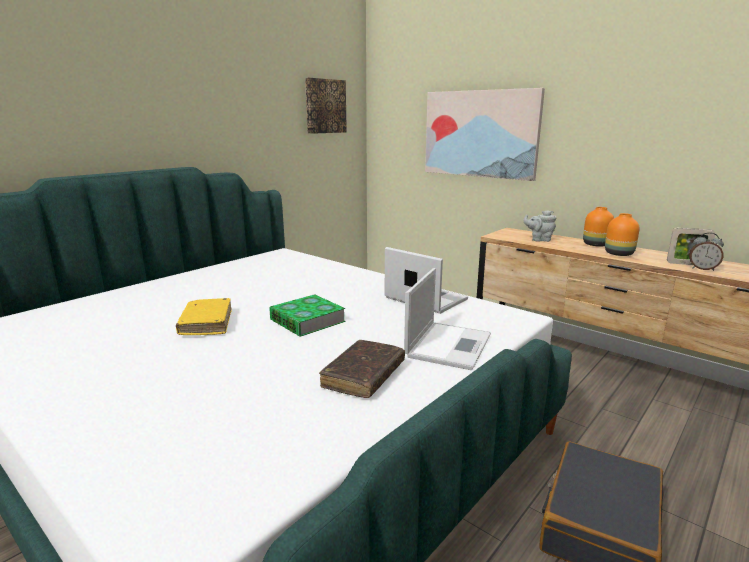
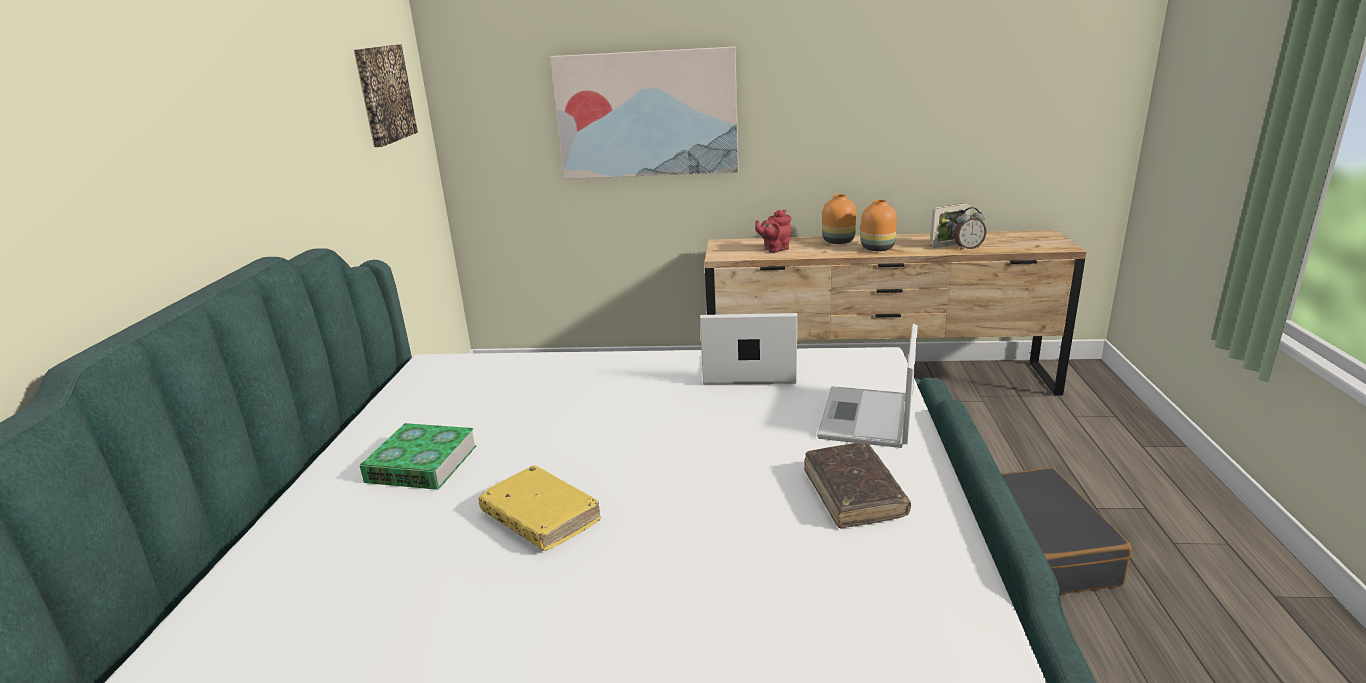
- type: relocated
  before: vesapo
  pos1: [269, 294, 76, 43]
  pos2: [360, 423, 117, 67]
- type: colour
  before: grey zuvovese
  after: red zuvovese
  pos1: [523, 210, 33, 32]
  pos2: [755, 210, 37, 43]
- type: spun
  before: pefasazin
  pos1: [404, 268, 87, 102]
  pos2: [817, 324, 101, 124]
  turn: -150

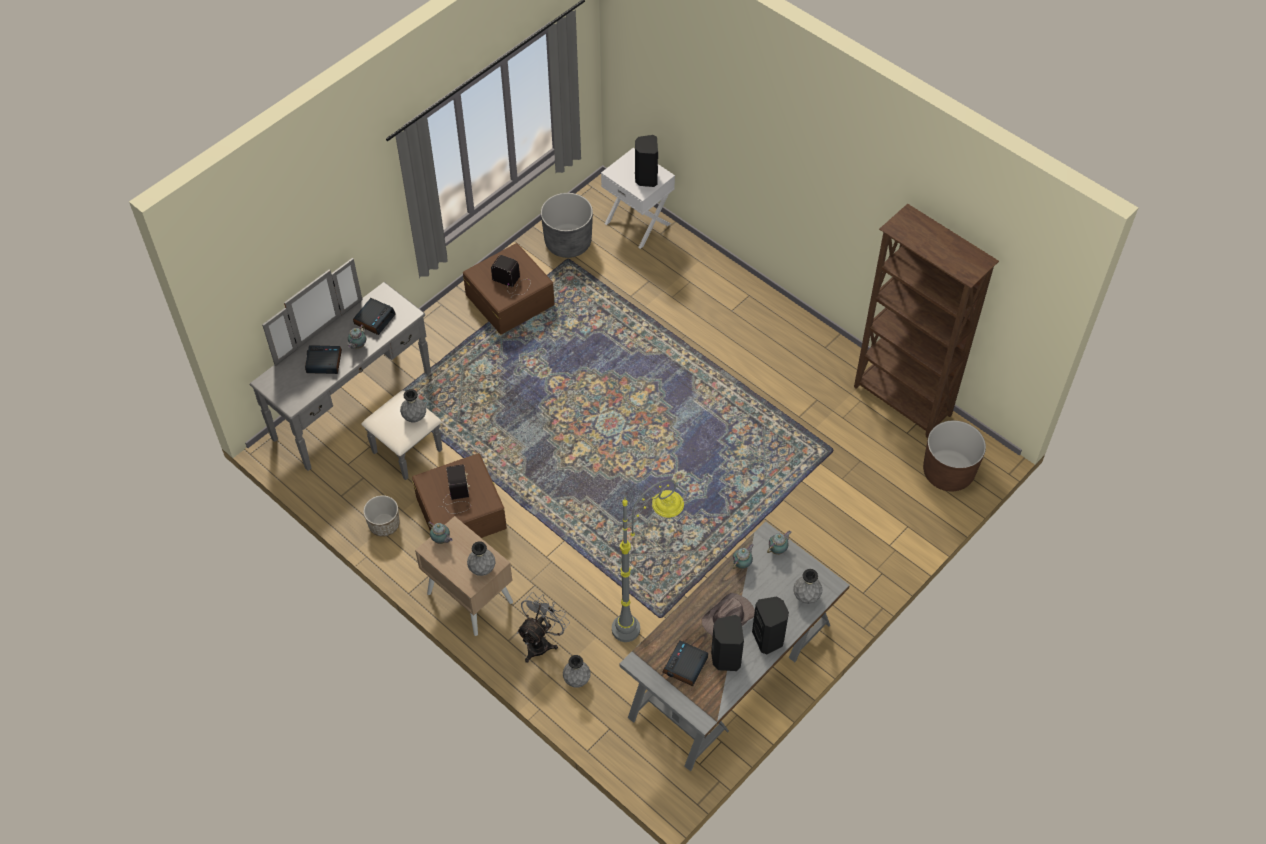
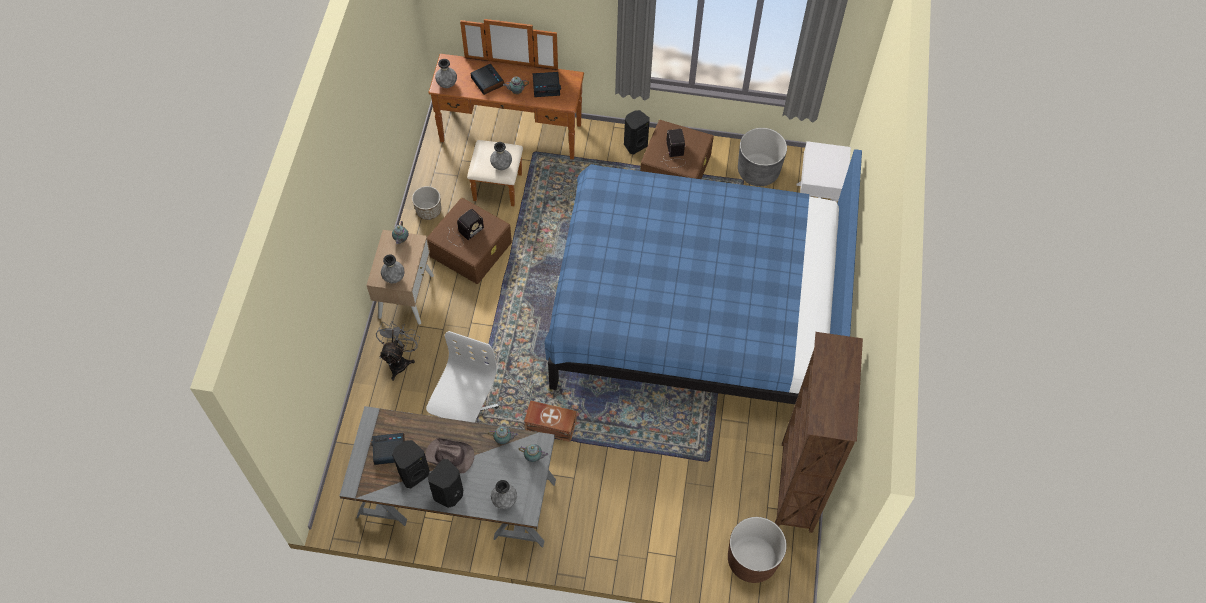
- type: spun
  before: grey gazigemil
  pos1: [517, 592, 53, 71]
  pos2: [376, 322, 44, 59]
  turn: -75
- type: exchanged
  before: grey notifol
  after: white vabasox
  pos1: [612, 479, 72, 163]
  pos2: [426, 331, 73, 92]
- type: colour
  before: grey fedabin
  after: brown fedabin
  pos1: [249, 258, 193, 222]
  pos2: [429, 19, 155, 187]
- type: relocated
  before: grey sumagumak
  pos1: [563, 655, 27, 33]
  pos2: [435, 59, 22, 29]
- type: appeared
  after: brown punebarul
  pos2: [524, 400, 53, 42]
- type: appeared
  after: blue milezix
  pos2: [544, 149, 318, 255]
- type: relocated
  before: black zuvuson
  pos1: [635, 135, 23, 52]
  pos2: [624, 110, 26, 44]

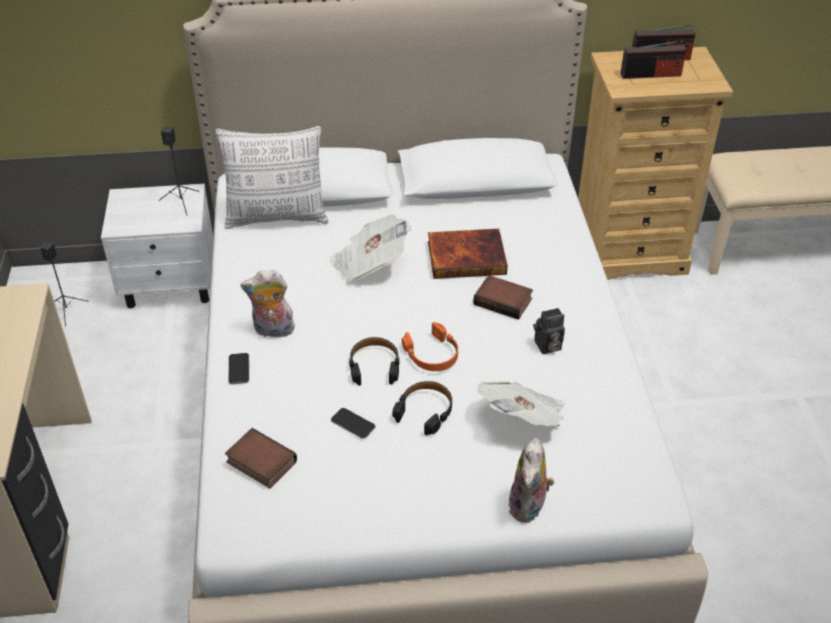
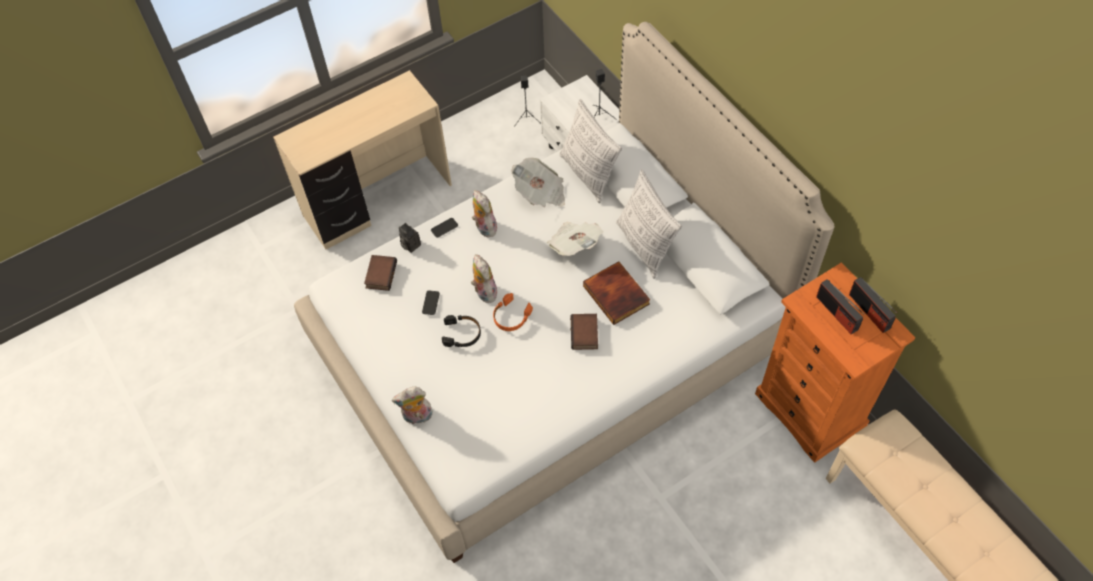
- type: relocated
  before: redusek
  pos1: [533, 308, 32, 46]
  pos2: [399, 223, 22, 30]
- type: exchanged
  before: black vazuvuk
  after: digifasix
  pos1: [349, 337, 51, 49]
  pos2: [471, 254, 26, 49]
- type: relocated
  before: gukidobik
  pos1: [478, 381, 87, 46]
  pos2: [511, 158, 54, 49]
- type: appeared
  after: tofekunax
  pos2: [616, 169, 66, 110]
- type: colour
  before: beige fedabin
  after: orange fedabin
  pos1: [578, 47, 155, 233]
  pos2: [755, 262, 161, 201]

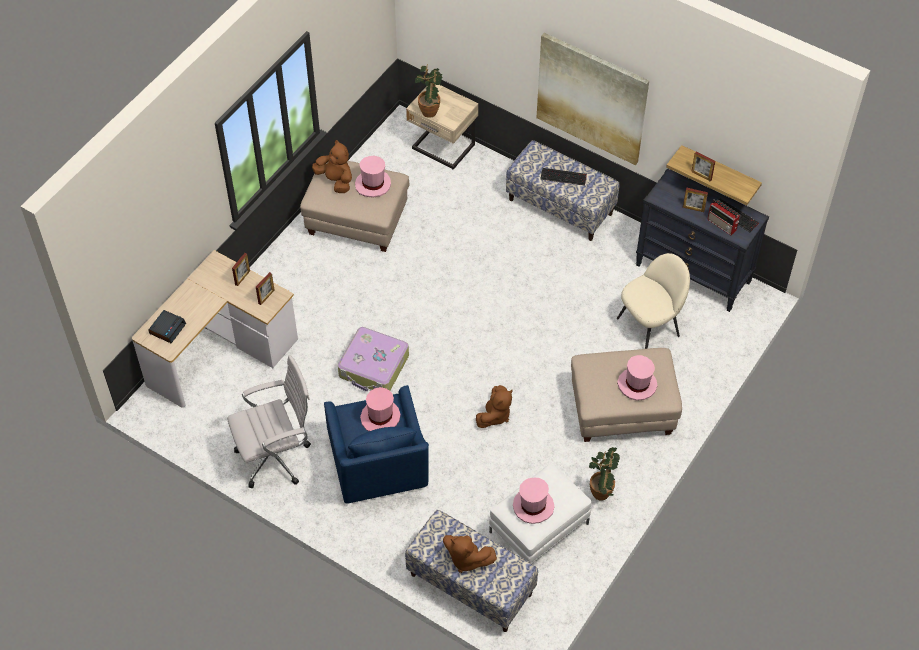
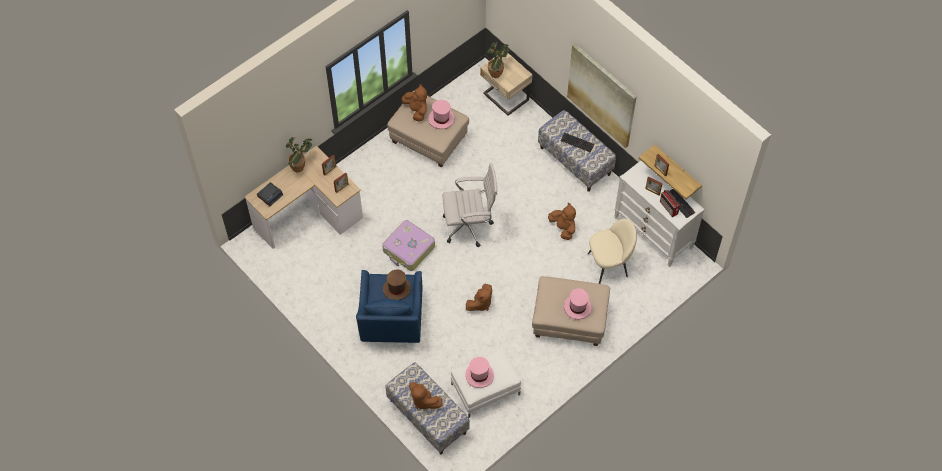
- type: relocated
  before: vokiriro
  pos1: [589, 447, 31, 54]
  pos2: [286, 137, 27, 35]
- type: colour
  before: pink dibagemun
  after: brown dibagemun
  pos1: [360, 387, 41, 44]
  pos2: [383, 270, 28, 30]
- type: relocated
  before: white vabasox
  pos1: [227, 355, 84, 133]
  pos2: [443, 163, 54, 84]
- type: appeared
  after: brown digifasix
  pos2: [548, 203, 28, 37]
- type: colour
  before: black fedabin
  after: white fedabin
  pos1: [636, 168, 133, 144]
  pos2: [614, 161, 91, 106]

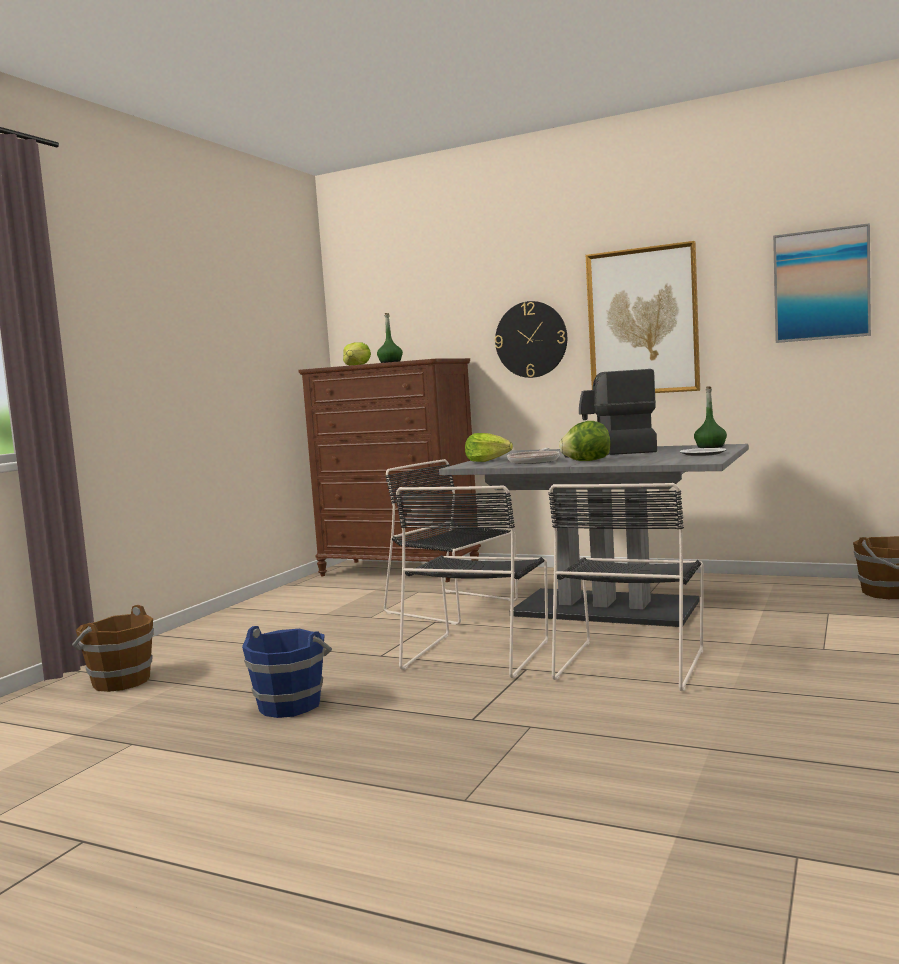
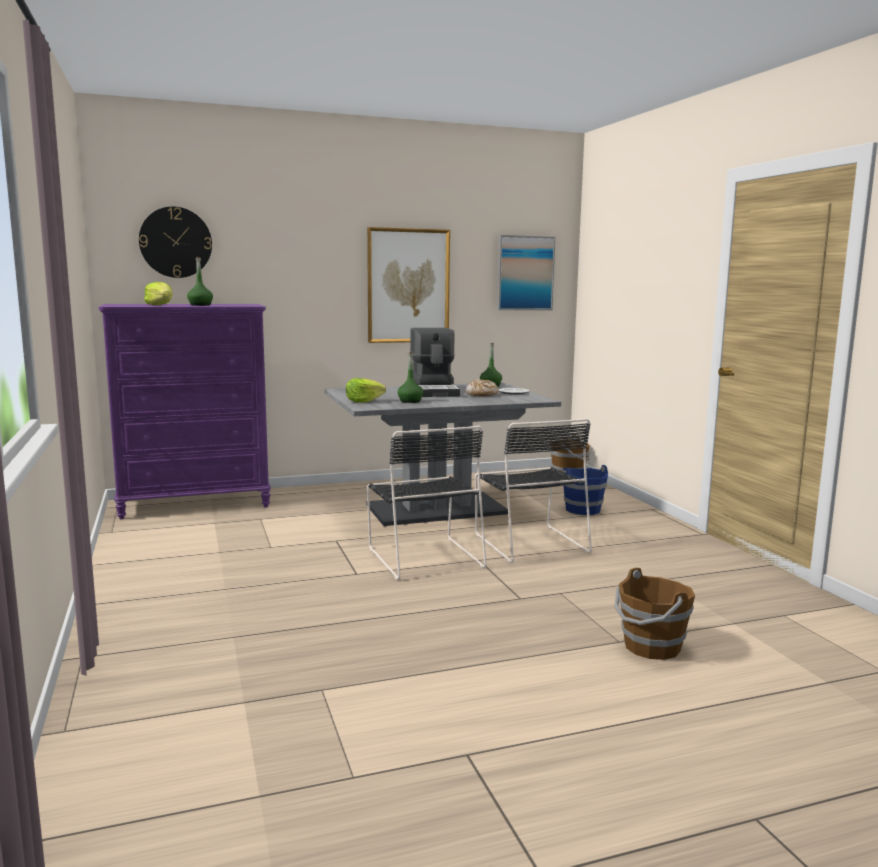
- type: colour
  before: brown fedabin
  after: purple fedabin
  pos1: [299, 358, 182, 224]
  pos2: [98, 304, 173, 215]
- type: relocated
  before: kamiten
  pos1: [495, 301, 72, 77]
  pos2: [139, 206, 73, 72]
- type: exchanged
  before: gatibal
  after: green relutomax
  pos1: [507, 448, 53, 16]
  pos2: [398, 352, 25, 51]
- type: spun
  before: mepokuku
  pos1: [564, 369, 93, 89]
  pos2: [410, 328, 50, 69]
  turn: -60
- type: appeared
  after: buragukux
  pos2: [465, 380, 33, 16]
- type: relocated
  before: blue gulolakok
  pos1: [242, 626, 90, 92]
  pos2: [562, 465, 46, 50]
- type: relocated
  before: brown gulolakok
  pos1: [72, 605, 82, 87]
  pos2: [615, 567, 80, 93]
- type: missing
  before: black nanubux
  pos1: [384, 459, 134, 166]
- type: missing
  before: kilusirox
  pos1: [559, 421, 52, 40]

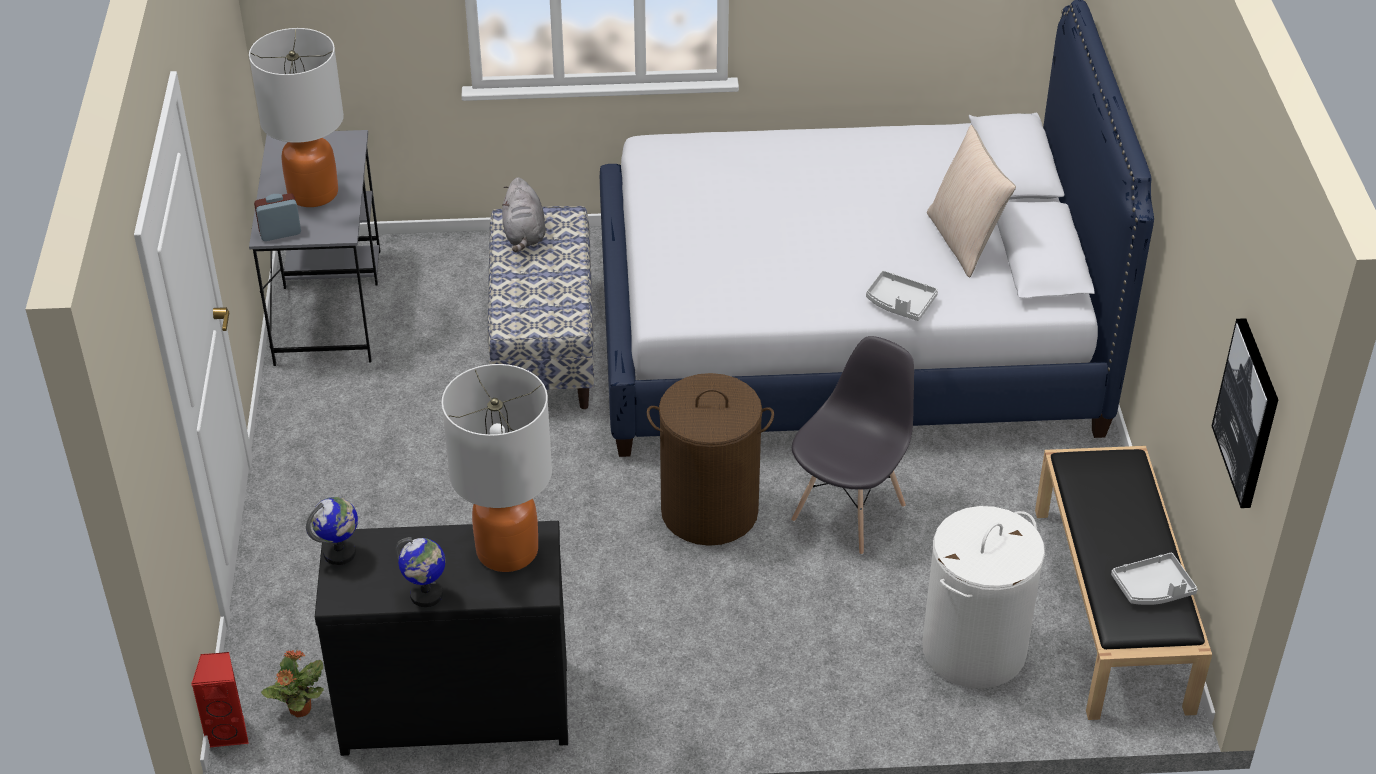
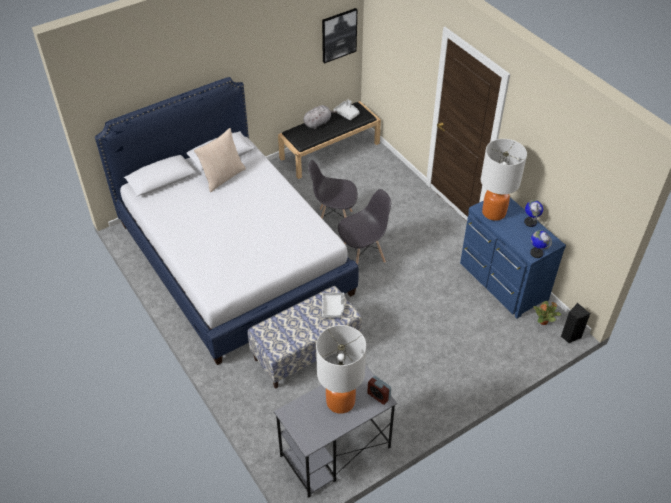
- type: relocated
  before: grey digifasix
  pos1: [502, 177, 44, 75]
  pos2: [303, 105, 34, 24]
- type: relocated
  before: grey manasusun
  pos1: [866, 270, 72, 51]
  pos2: [322, 293, 23, 25]
- type: exchanged
  before: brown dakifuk
  after: grey nanubux
  pos1: [647, 373, 127, 173]
  pos2: [338, 189, 53, 76]
- type: colour
  before: black fedabin
  after: blue fedabin
  pos1: [315, 521, 253, 235]
  pos2: [460, 198, 106, 120]
- type: colour
  before: red zuvuson
  after: black zuvuson
  pos1: [191, 652, 58, 95]
  pos2: [561, 303, 29, 40]
- type: missing
  before: white dakifuk
  pos1: [922, 506, 123, 182]

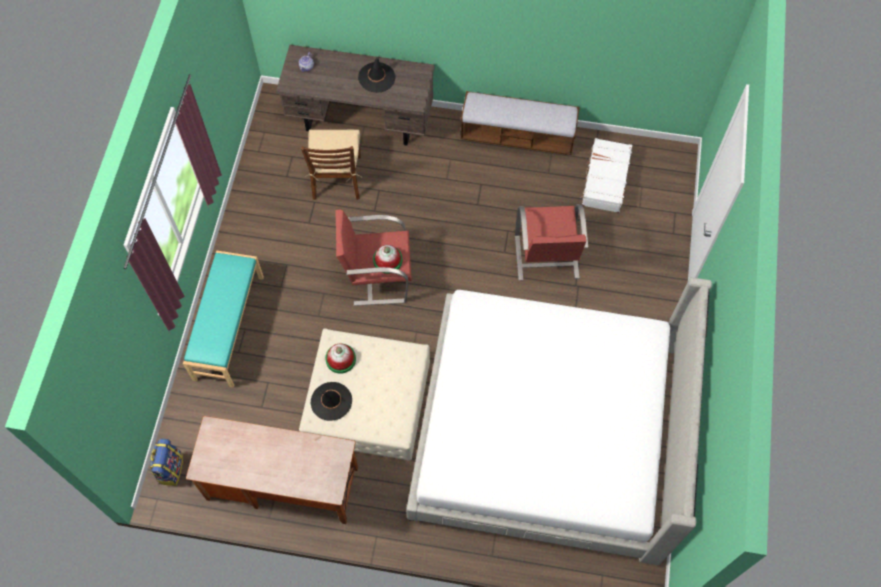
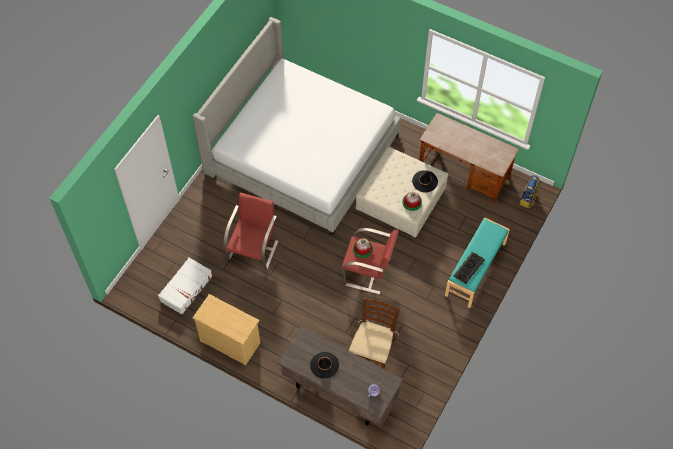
- type: exchanged
  before: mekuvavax
  after: beige fedabin
  pos1: [460, 91, 120, 64]
  pos2: [193, 294, 67, 71]
- type: appeared
  after: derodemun
  pos2: [453, 252, 32, 32]

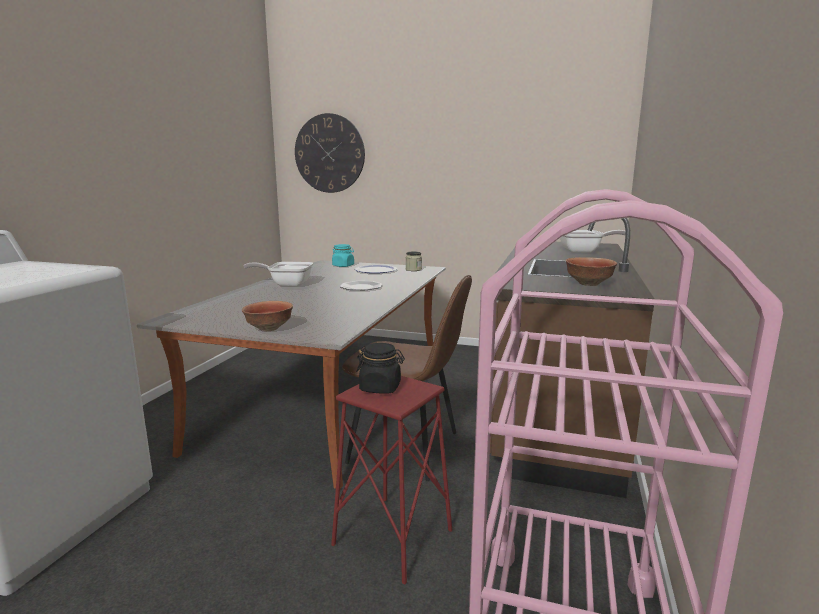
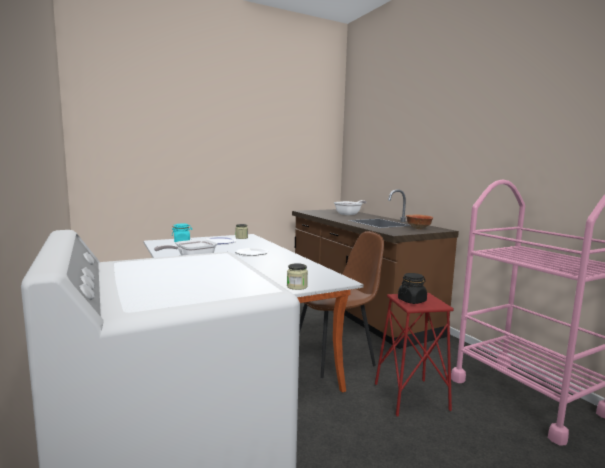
- type: exchanged
  before: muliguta
  after: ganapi
  pos1: [242, 301, 51, 30]
  pos2: [287, 263, 21, 27]
- type: missing
  before: kamiten
  pos1: [295, 113, 70, 80]

